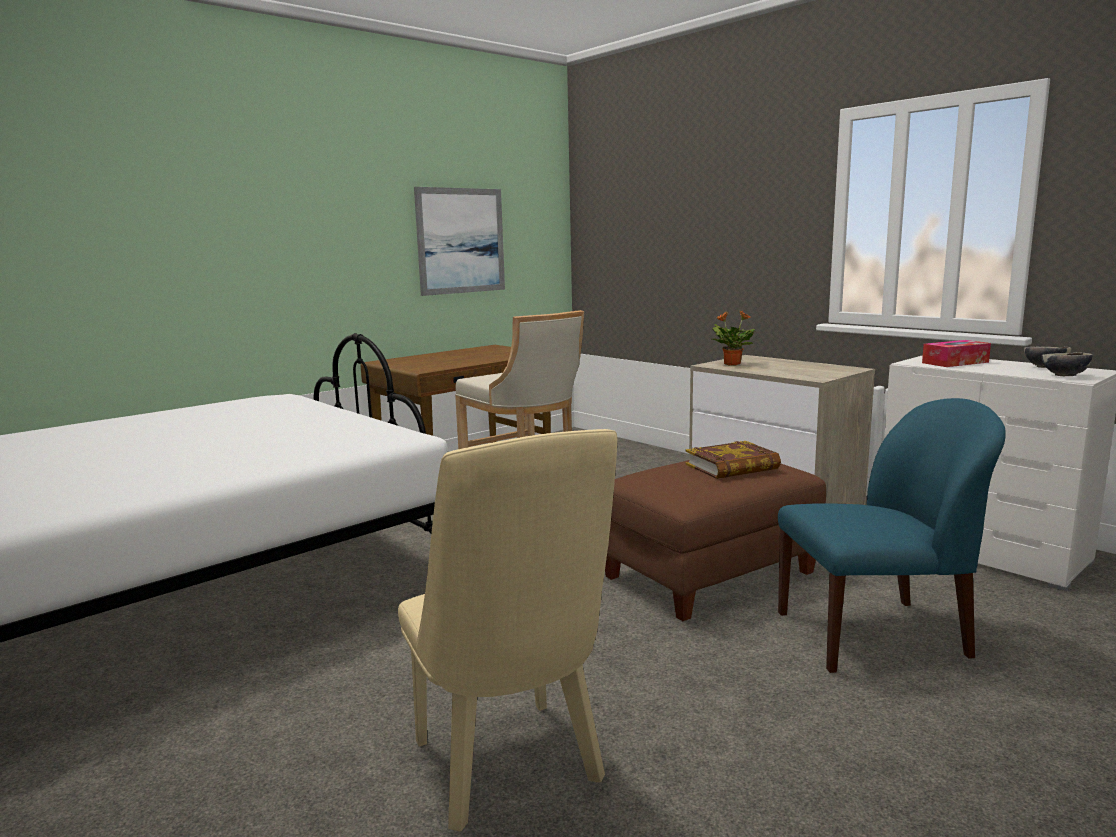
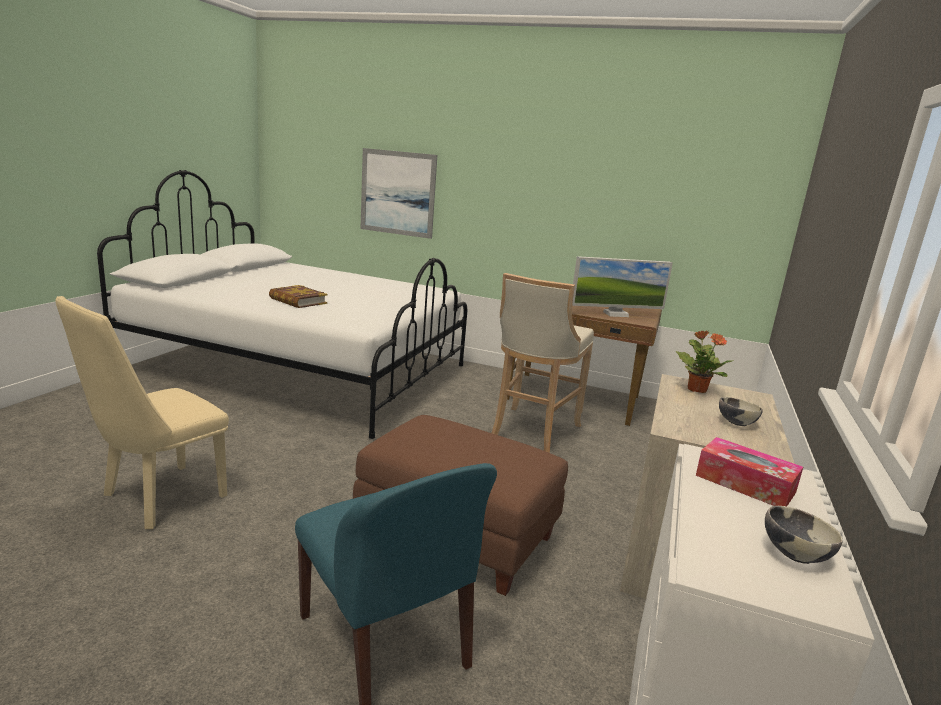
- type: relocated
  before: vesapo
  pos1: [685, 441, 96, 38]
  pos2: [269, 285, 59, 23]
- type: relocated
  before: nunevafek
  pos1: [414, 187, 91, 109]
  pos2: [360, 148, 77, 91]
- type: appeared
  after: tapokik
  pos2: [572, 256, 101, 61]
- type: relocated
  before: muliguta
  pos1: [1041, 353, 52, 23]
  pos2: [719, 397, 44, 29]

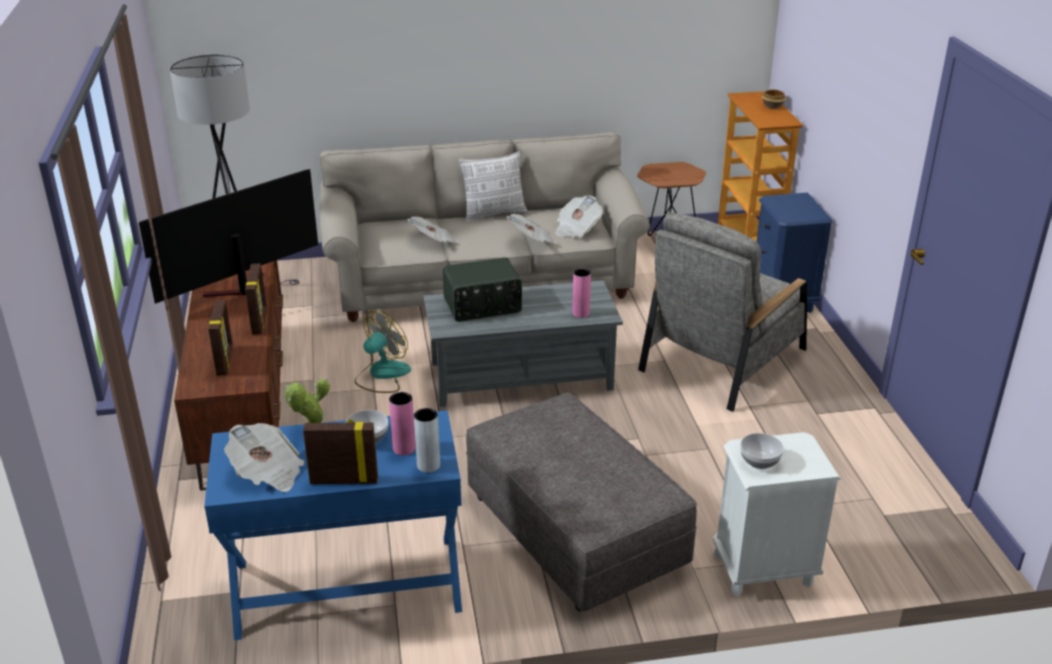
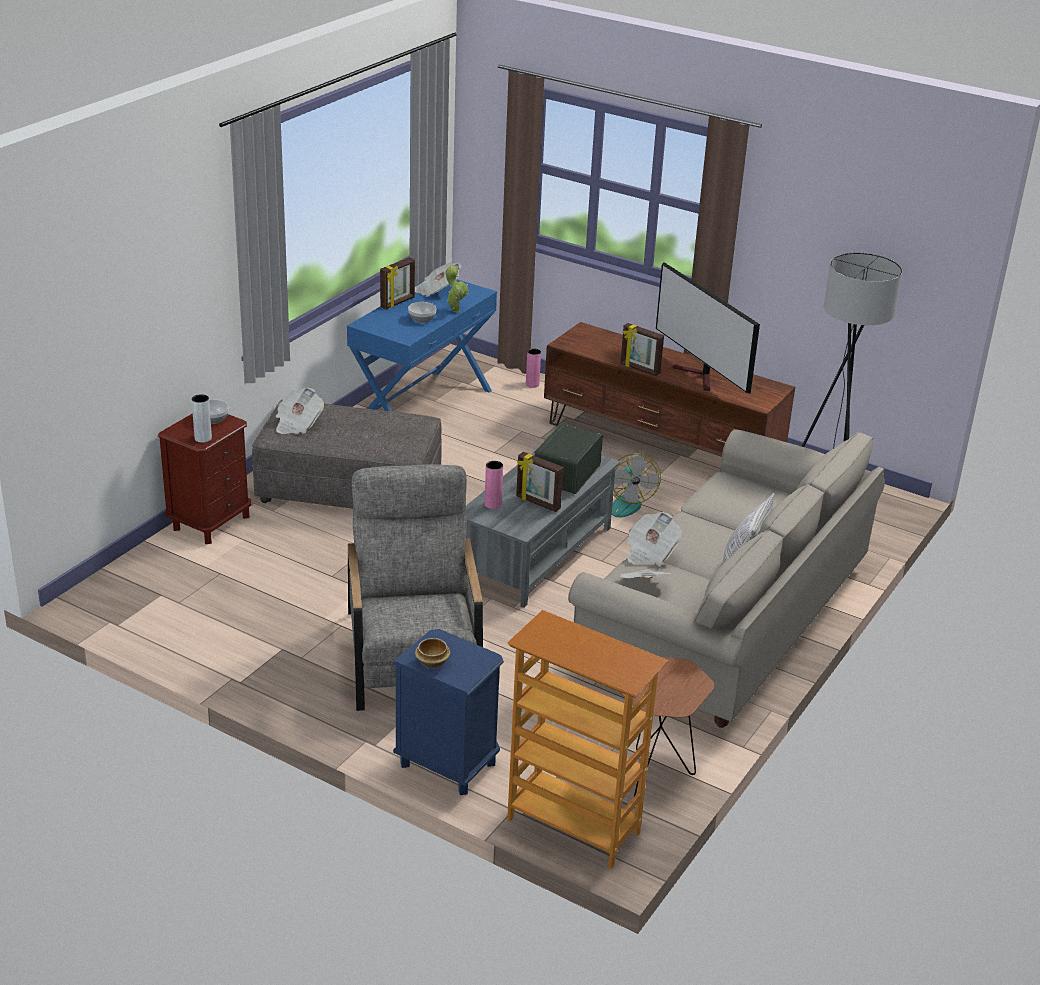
- type: colour
  before: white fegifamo
  after: brown fegifamo
  pos1: [713, 432, 128, 164]
  pos2: [158, 413, 93, 131]
- type: relocated
  before: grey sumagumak
  pos1: [414, 408, 26, 65]
  pos2: [192, 394, 20, 49]
- type: relocated
  before: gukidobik
  pos1: [407, 217, 52, 26]
  pos2: [276, 388, 48, 46]
- type: relocated
  before: muliguta
  pos1: [761, 89, 26, 20]
  pos2: [415, 638, 35, 31]
- type: relocated
  before: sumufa
  pos1: [208, 300, 25, 76]
  pos2: [516, 452, 47, 60]
- type: relocated
  before: pink sumagumak
  pos1: [389, 392, 27, 63]
  pos2: [526, 349, 15, 39]
- type: spun
  before: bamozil
  pos1: [139, 169, 179, 135]
  pos2: [656, 262, 104, 132]
  turn: 150

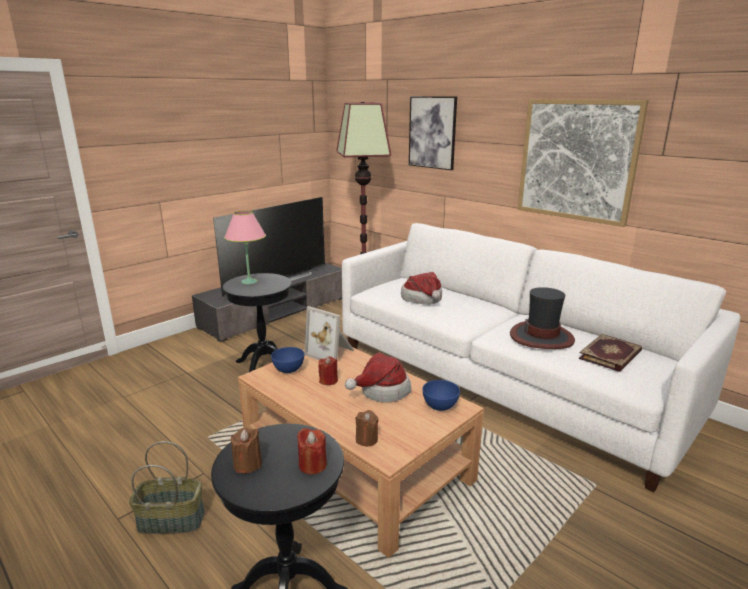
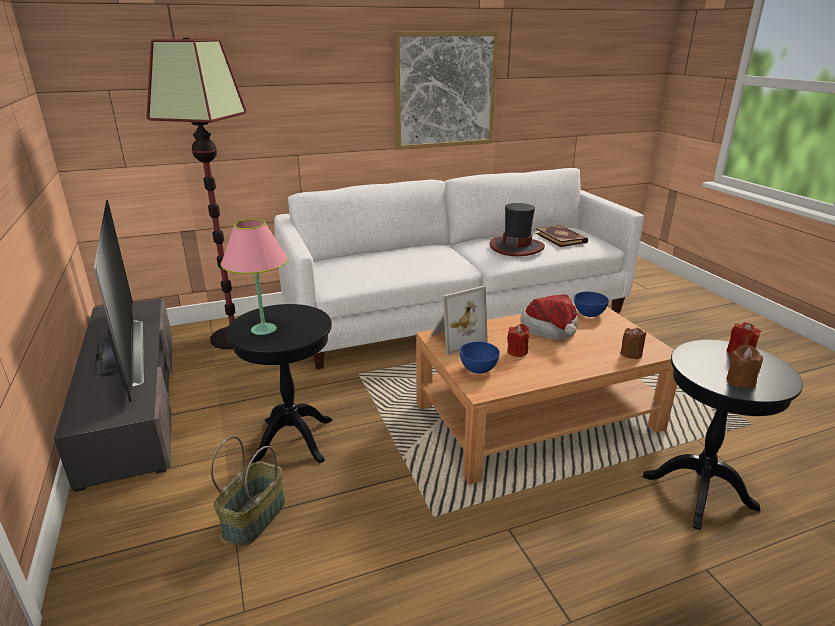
- type: relocated
  before: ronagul
  pos1: [129, 441, 76, 93]
  pos2: [211, 436, 74, 110]
- type: missing
  before: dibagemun
  pos1: [401, 272, 41, 33]
- type: missing
  before: nunevafek
  pos1: [409, 96, 48, 74]

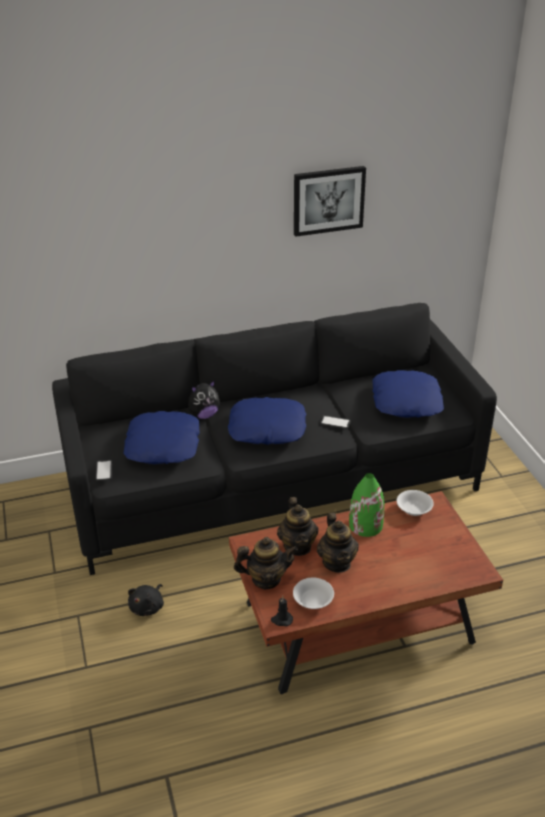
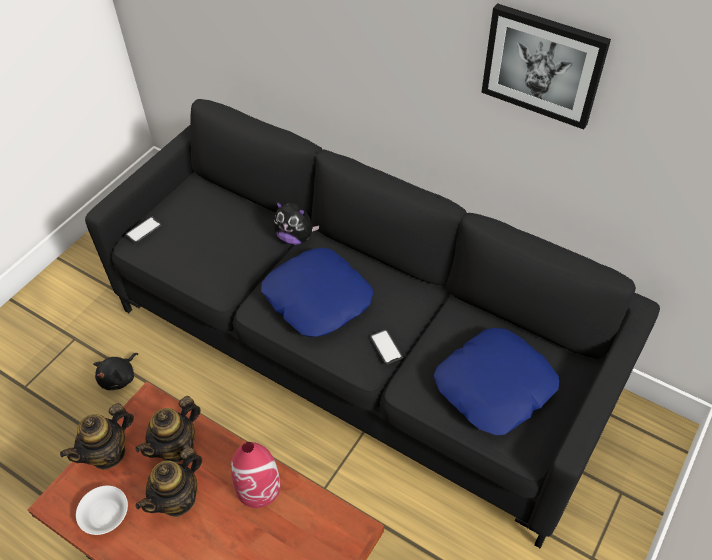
- type: spun
  before: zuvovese
  pos1: [234, 537, 64, 52]
  pos2: [60, 403, 74, 67]
  turn: 90
- type: spun
  before: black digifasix
  pos1: [128, 584, 36, 32]
  pos2: [93, 353, 45, 37]
  turn: -45
- type: colour
  before: green sumagumak
  after: red sumagumak
  pos1: [349, 473, 35, 64]
  pos2: [231, 442, 50, 66]
- type: missing
  before: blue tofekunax
  pos1: [123, 411, 77, 53]
- type: missing
  before: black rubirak
  pos1: [271, 596, 22, 30]
- type: missing
  before: white muliguta
  pos1: [397, 490, 37, 26]

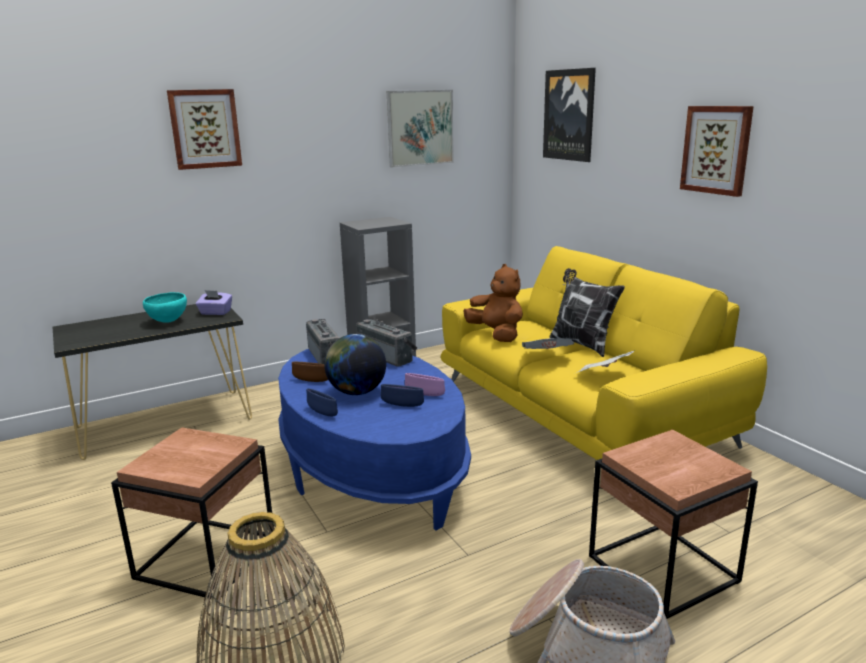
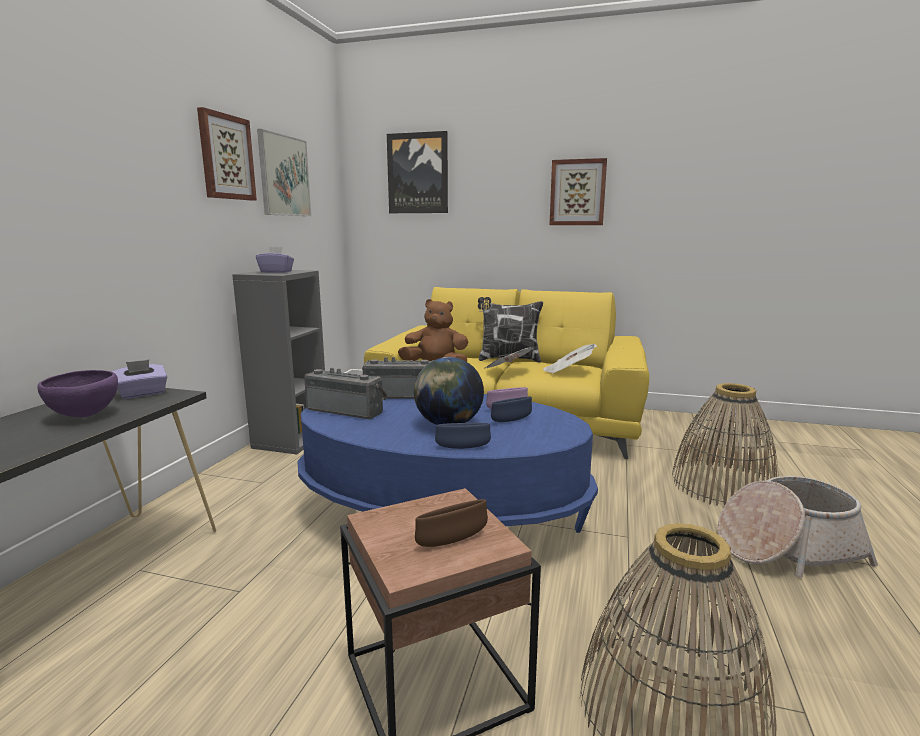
- type: colour
  before: turquoise muliguta
  after: purple muliguta
  pos1: [143, 292, 44, 31]
  pos2: [37, 370, 81, 48]
- type: relocated
  before: nunevafek
  pos1: [167, 89, 75, 81]
  pos2: [197, 107, 60, 93]
- type: appeared
  after: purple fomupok
  pos2: [256, 247, 38, 26]
- type: relocated
  before: brown muliguta
  pos1: [292, 362, 36, 20]
  pos2: [415, 499, 73, 48]
- type: exchanged
  before: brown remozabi
  after: ronagul
  pos1: [589, 430, 169, 189]
  pos2: [672, 383, 107, 123]

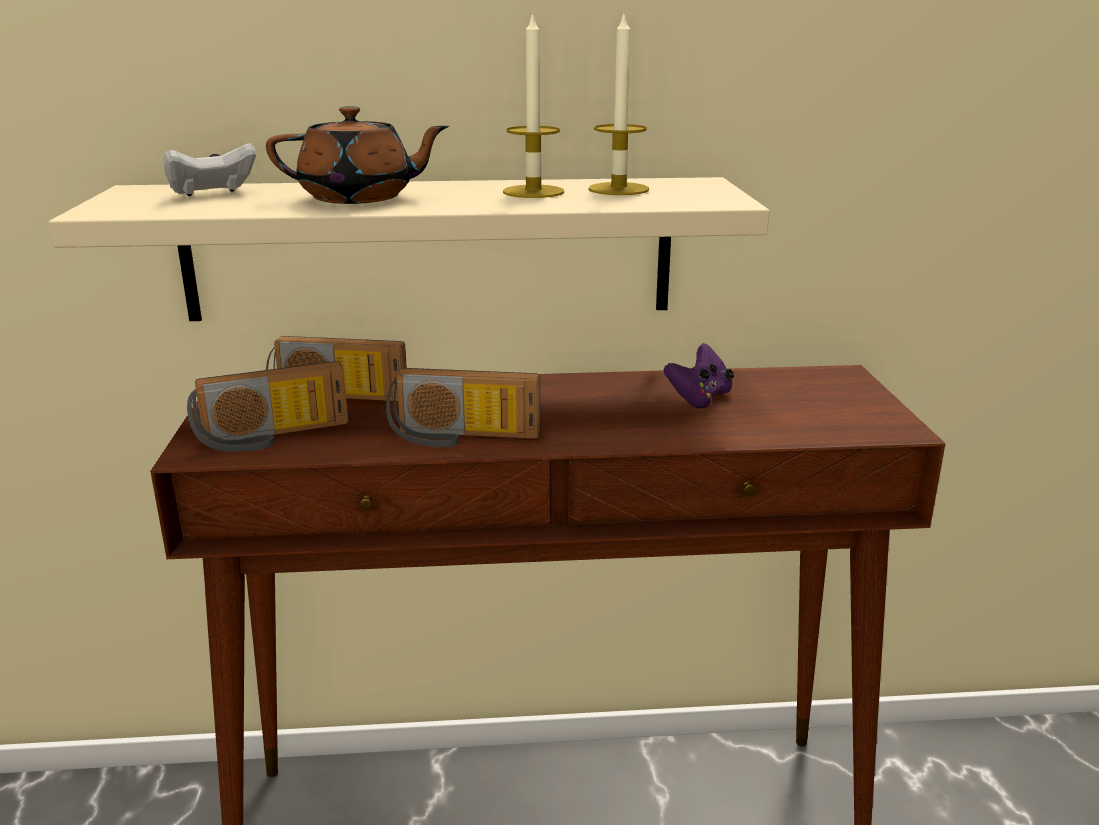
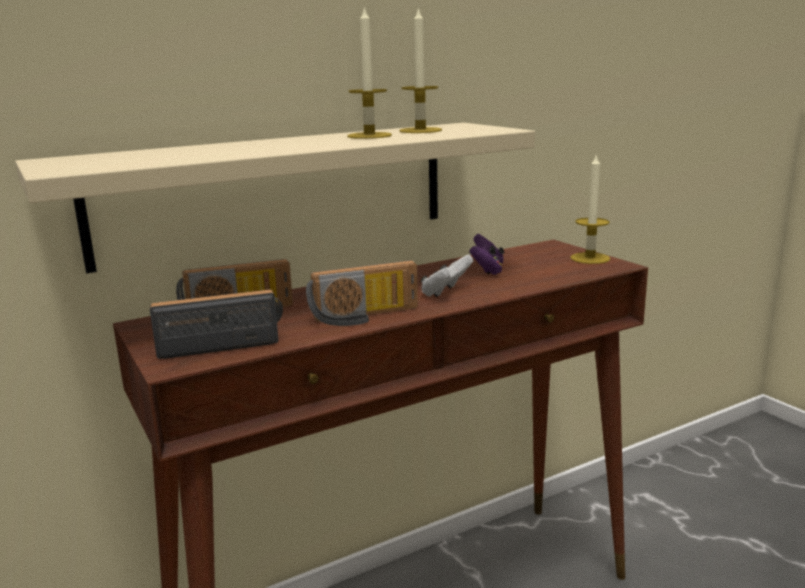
- type: spun
  before: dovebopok
  pos1: [187, 361, 161, 91]
  pos2: [150, 290, 133, 69]
  turn: -150
- type: relocated
  before: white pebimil
  pos1: [163, 143, 93, 53]
  pos2: [421, 255, 52, 42]
- type: appeared
  after: rubirak
  pos2: [570, 153, 40, 111]
- type: missing
  before: brown zuvovese
  pos1: [266, 106, 183, 98]

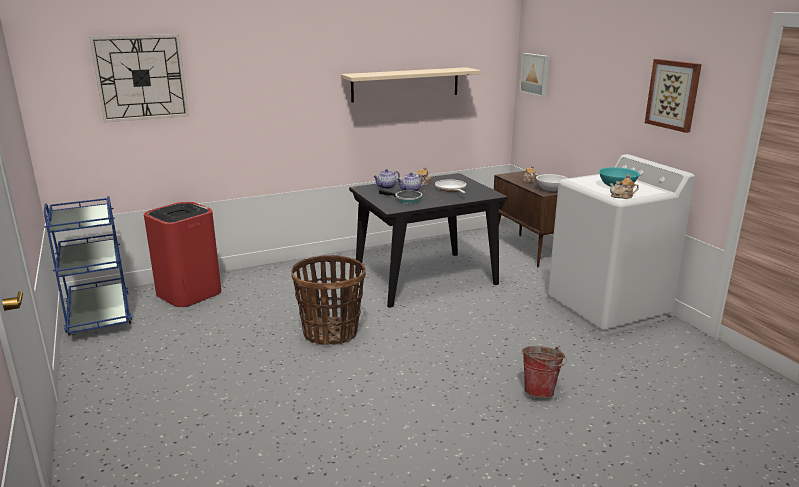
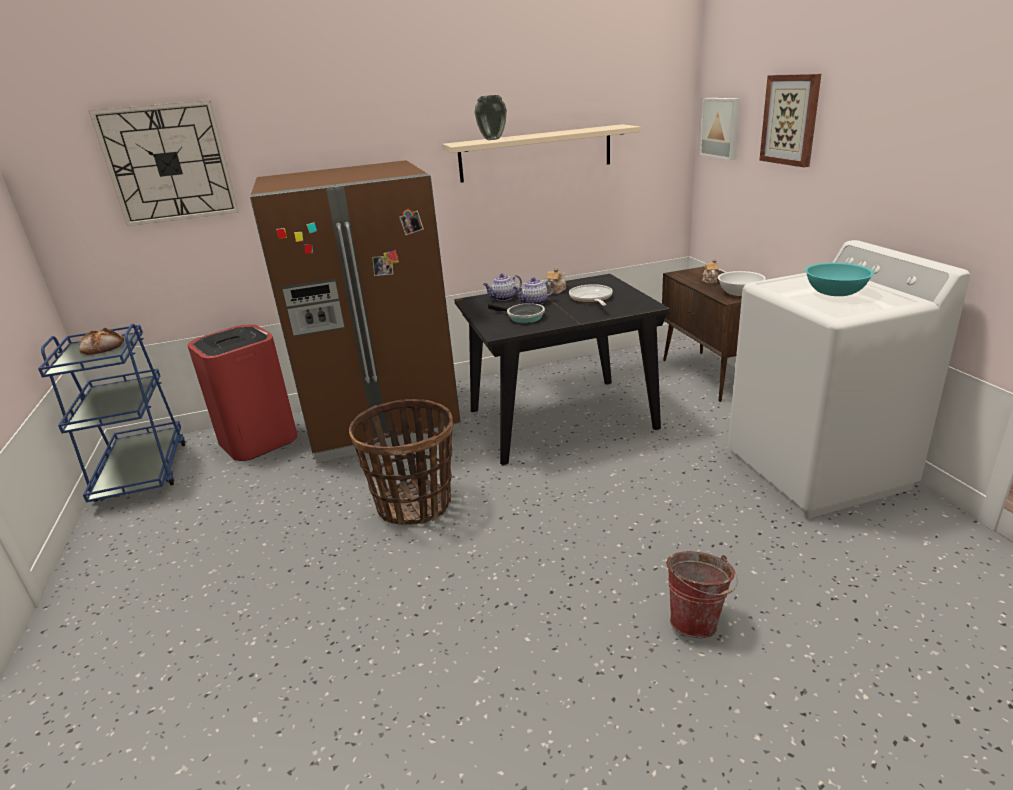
- type: appeared
  after: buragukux
  pos2: [79, 328, 45, 27]
- type: appeared
  after: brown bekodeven
  pos2: [250, 160, 211, 303]
- type: appeared
  after: sumagumak
  pos2: [475, 95, 32, 45]
- type: relocated
  before: nunevafek
  pos1: [645, 59, 57, 74]
  pos2: [759, 74, 62, 93]
- type: missing
  before: zuvovese
  pos1: [609, 174, 30, 25]

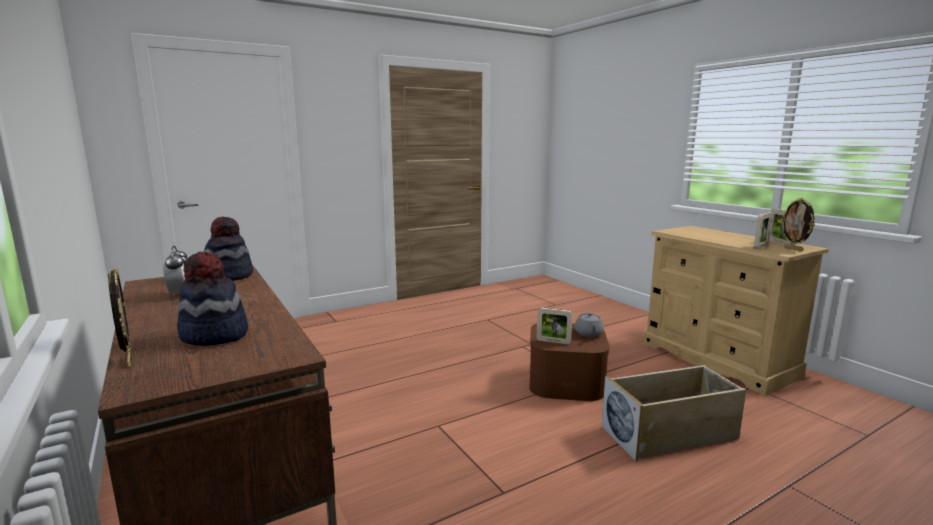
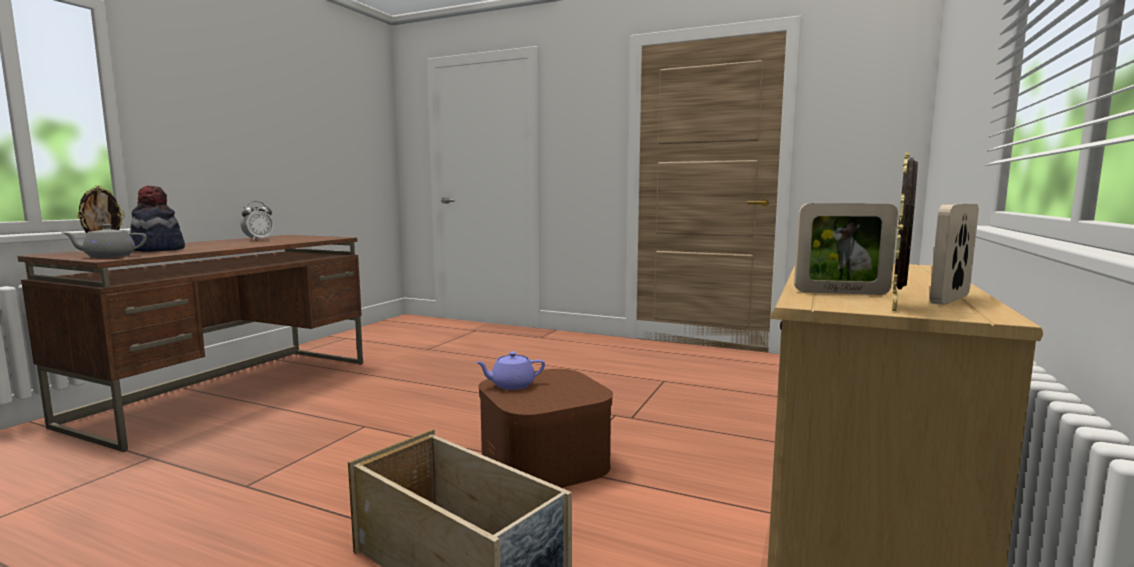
- type: relocated
  before: grey zuvovese
  pos1: [575, 312, 29, 25]
  pos2: [62, 224, 85, 34]
- type: exchanged
  before: sumufa
  after: purple zuvovese
  pos1: [537, 308, 36, 36]
  pos2: [475, 352, 70, 38]
- type: missing
  before: dibagemun
  pos1: [204, 217, 49, 64]

